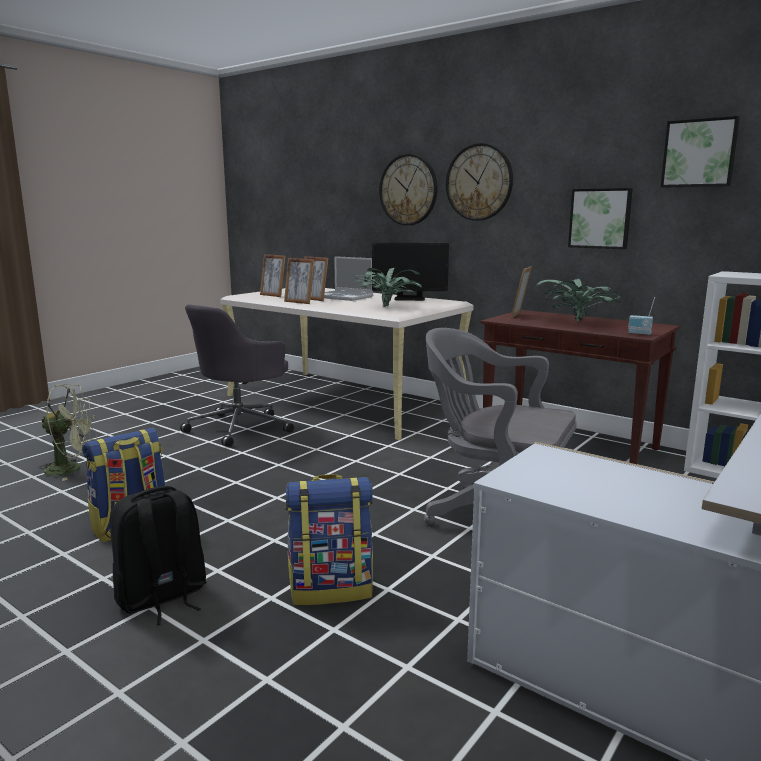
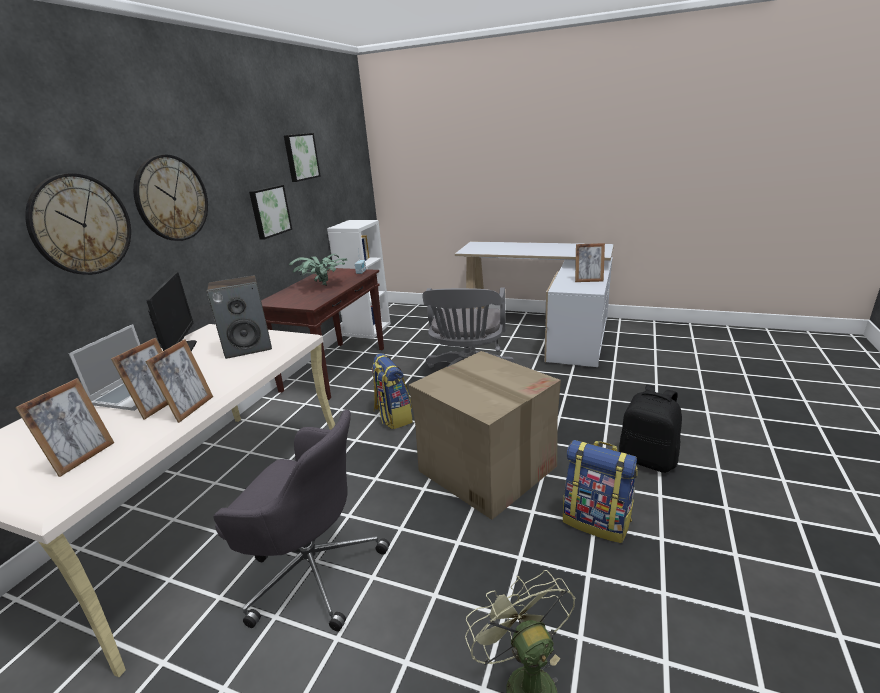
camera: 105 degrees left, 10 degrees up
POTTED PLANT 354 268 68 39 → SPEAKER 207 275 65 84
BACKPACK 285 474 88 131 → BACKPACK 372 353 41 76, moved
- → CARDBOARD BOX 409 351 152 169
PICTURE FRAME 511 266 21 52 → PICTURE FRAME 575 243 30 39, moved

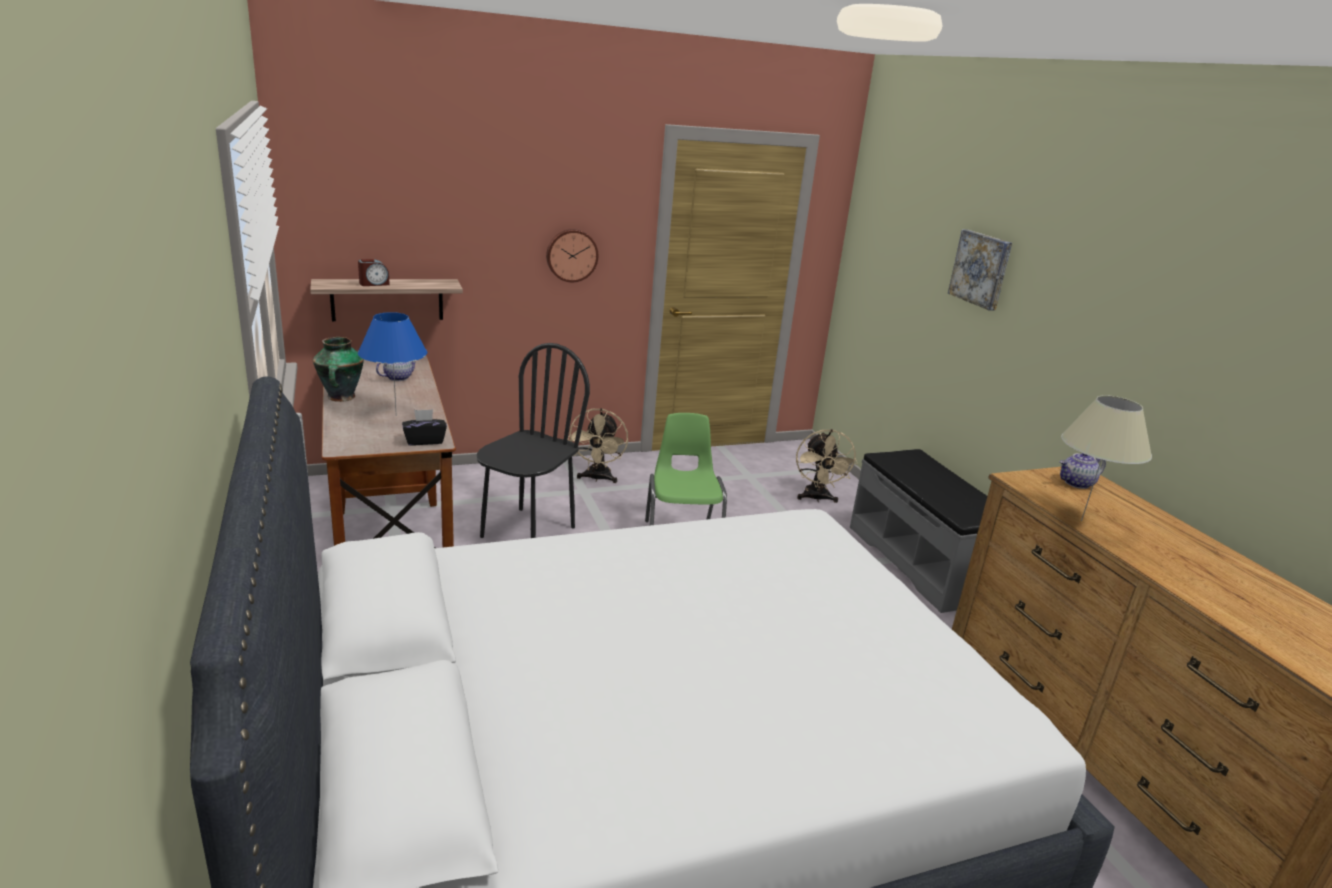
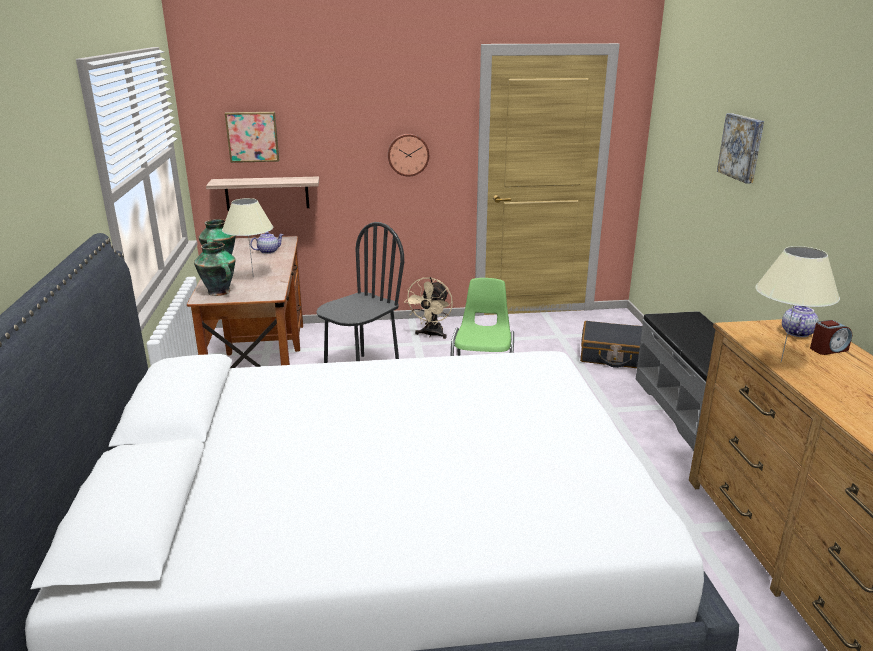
camera: 15 degrees right, 0 degrees up
- → VASE 194 242 41 54
BLUE TABLE LAMP 358 312 69 104 → BEIGE TABLE LAMP 222 198 51 79
- → PICTURE 225 112 54 51
BEIGE FAN 796 429 62 74 → BLACK SUITCASE 580 321 62 47
TEAPOT 1060 453 46 36 → TEAPOT 782 306 37 31, 120 degrees clockwise
ALARM CLOCK 358 259 32 27 → ALARM CLOCK 810 320 42 35, moved
BLACK TISSUE BOX 402 409 45 37 → -

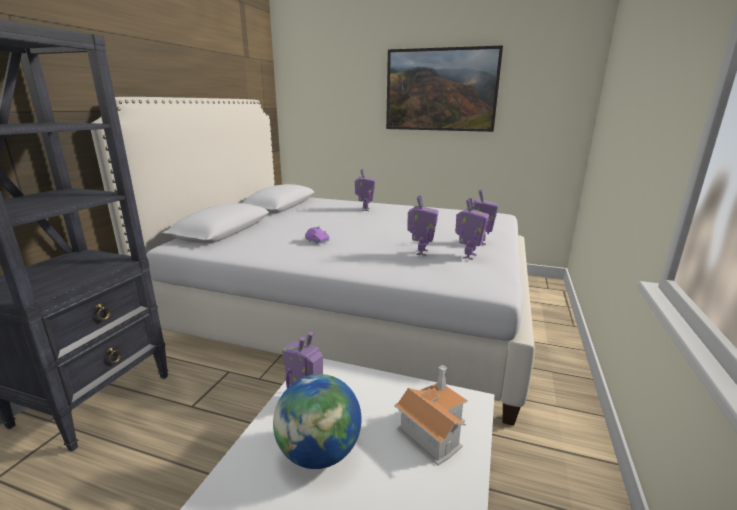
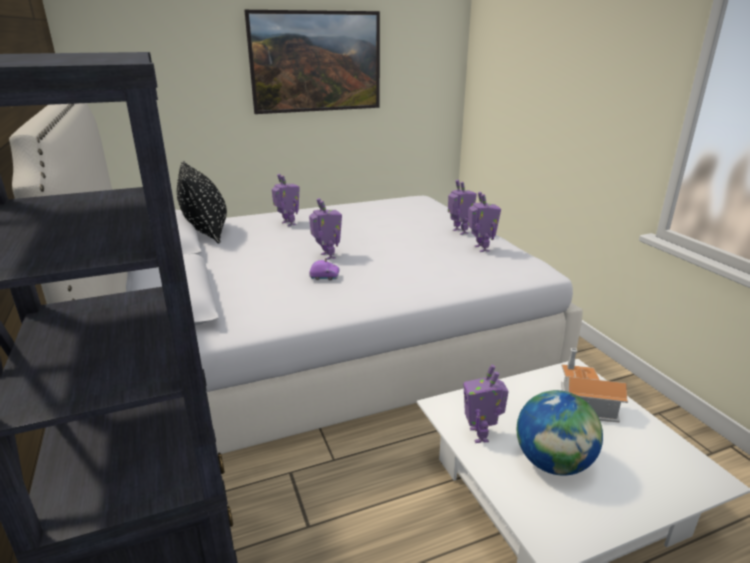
camera: 40 degrees left, 5 degrees up
- → BLACK PILLOW 177 161 50 83
TOY ROBOT 408 195 31 61 → TOY ROBOT 309 198 33 62, moved

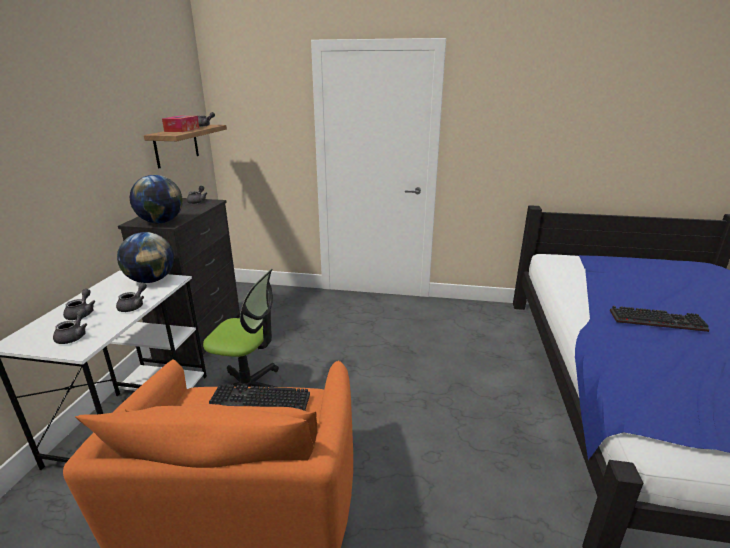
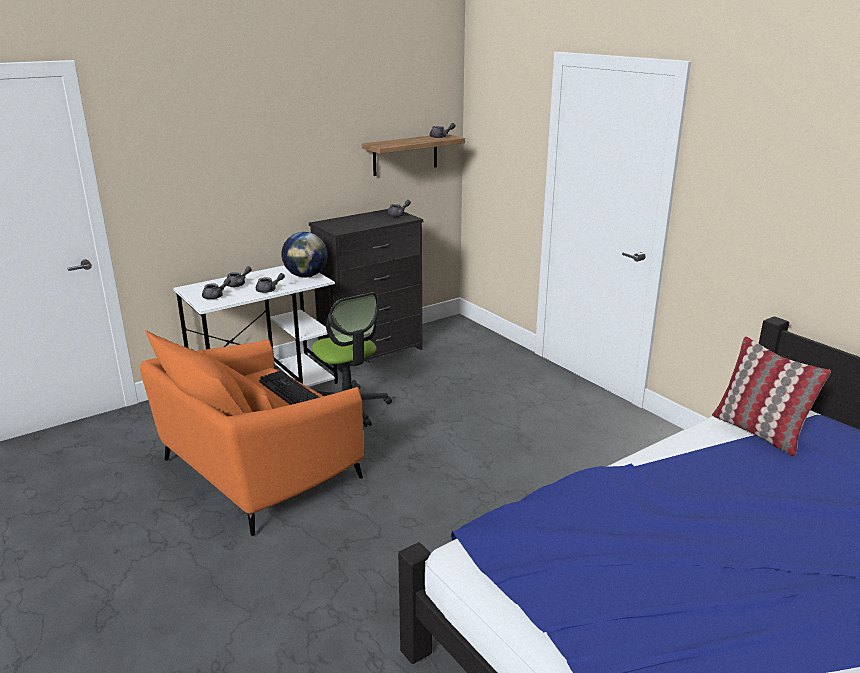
camera: 45 degrees right, 0 degrees up
- → PILLOW 712 336 119 121
GLOBE 130 175 53 48 → -
TISSUE BOX 162 116 37 16 → -
KEYBOARD 610 306 99 26 → -

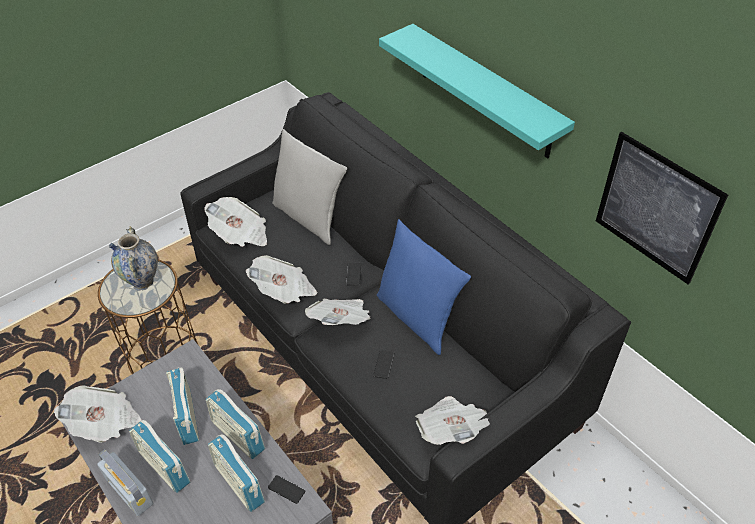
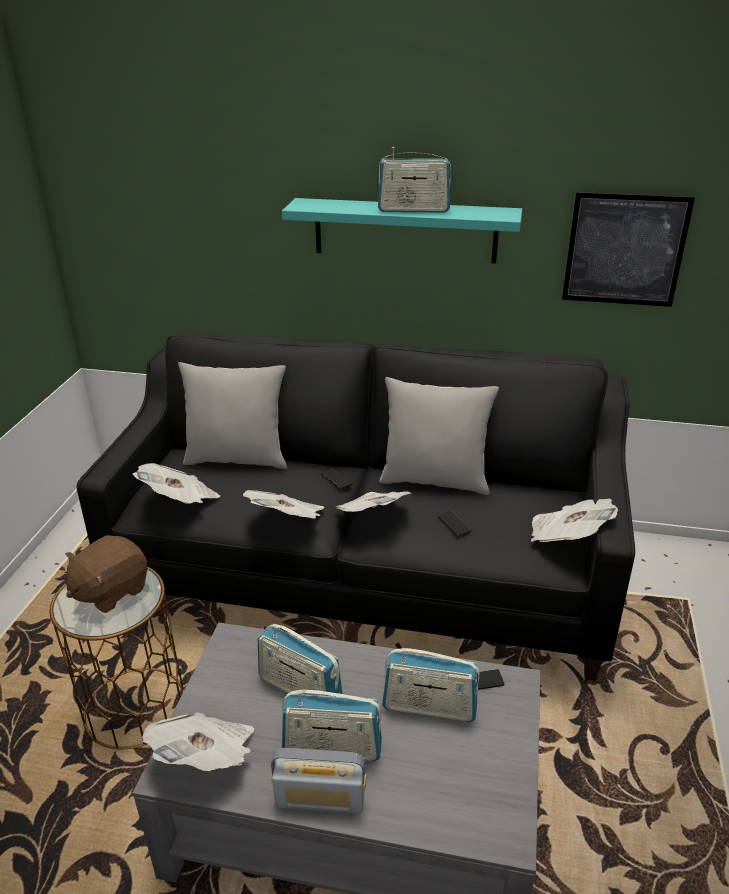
camera: 40 degrees left, 15 degrees down
VASE 109 226 49 65 → BROWN PLUSH TOY 65 535 83 78
RADIO 206 389 59 70 → RADIO 378 147 73 65, moved
BLUE PILLOW 377 219 94 136 → GREY PILLOW 379 377 120 118

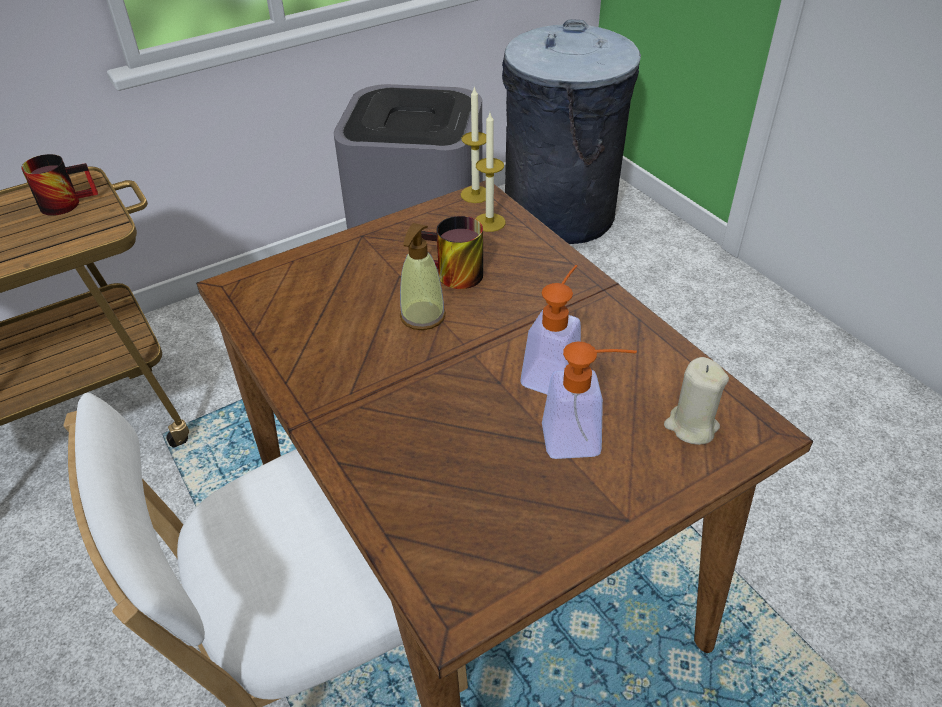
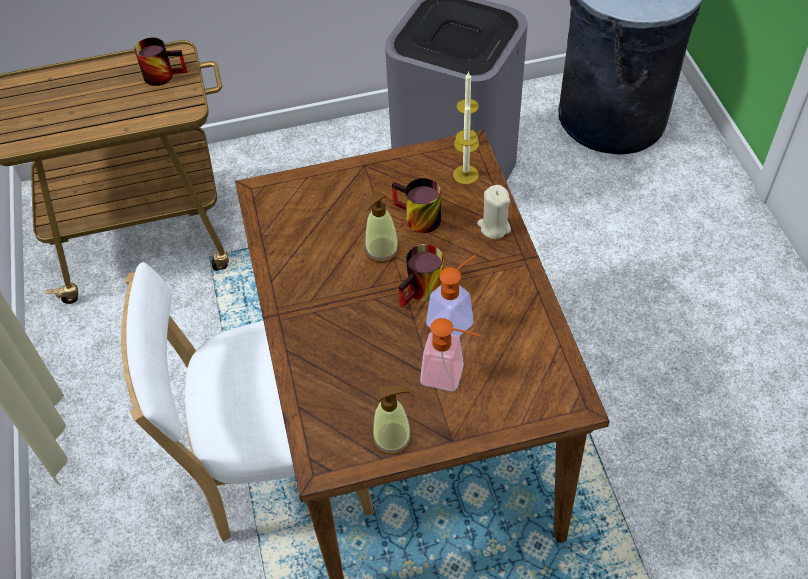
camera: 20 degrees right, 10 degrees up
- → SOAP DISPENSER 372 386 40 69
- → MUG 399 244 45 64
BEIGE CANDLE 664 357 65 88 → BEIGE CANDLE 477 185 34 54, moved

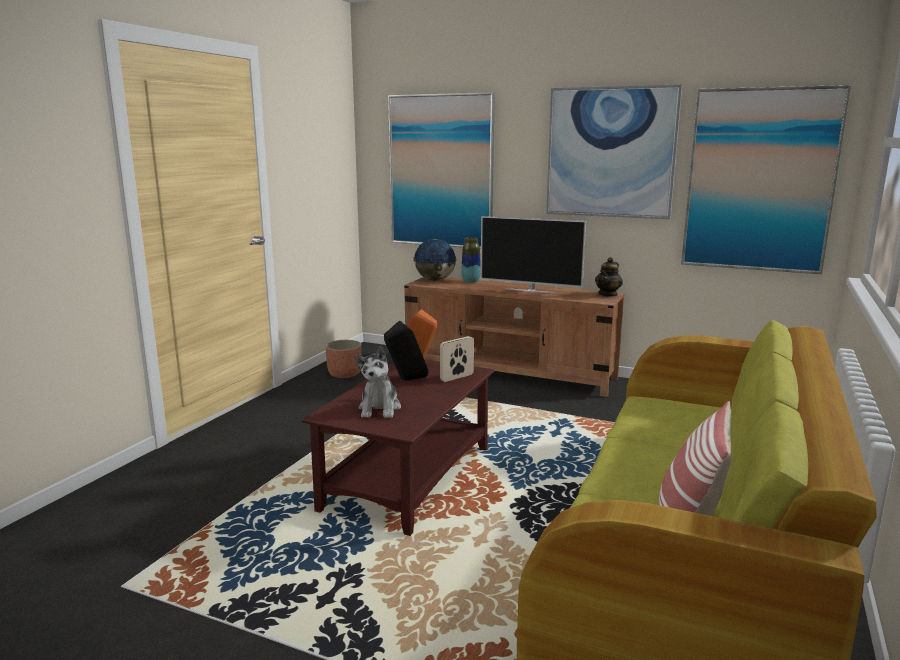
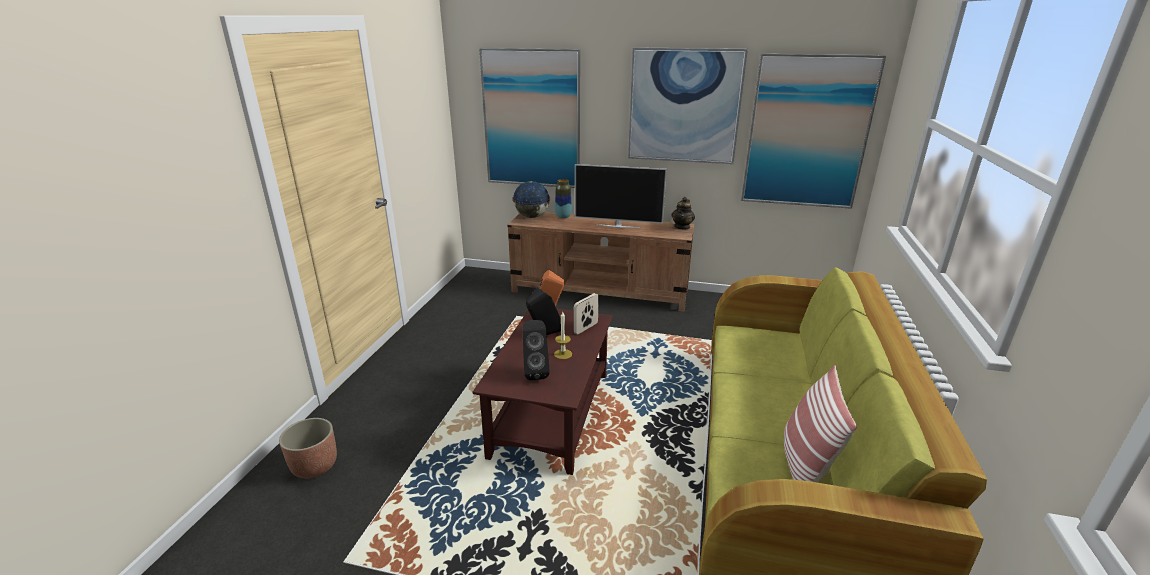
camera: 10 degrees left, 10 degrees up
PLANTER 325 340 37 38 → PLANTER 279 418 58 60, moved
PLUSH TOY 355 346 46 72 → BLACK SPEAKER 523 320 27 60
- → CANDLE 554 312 18 47

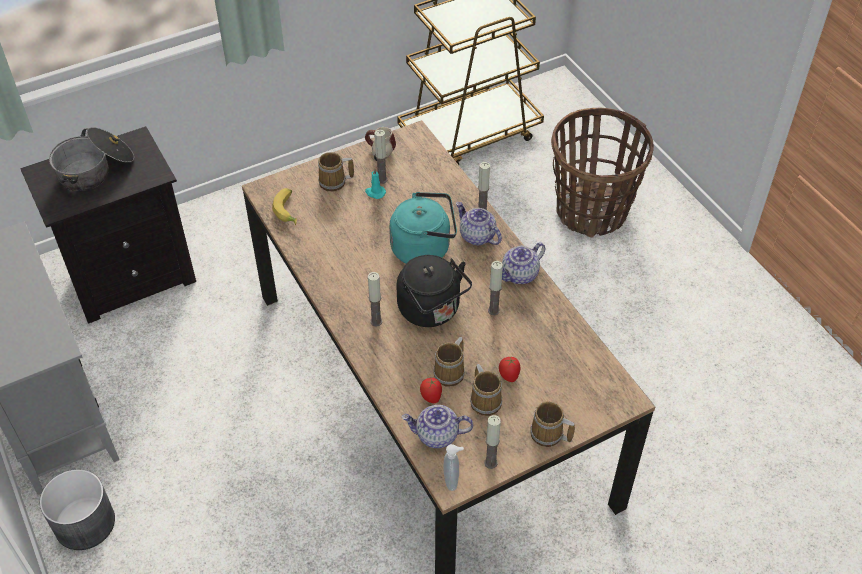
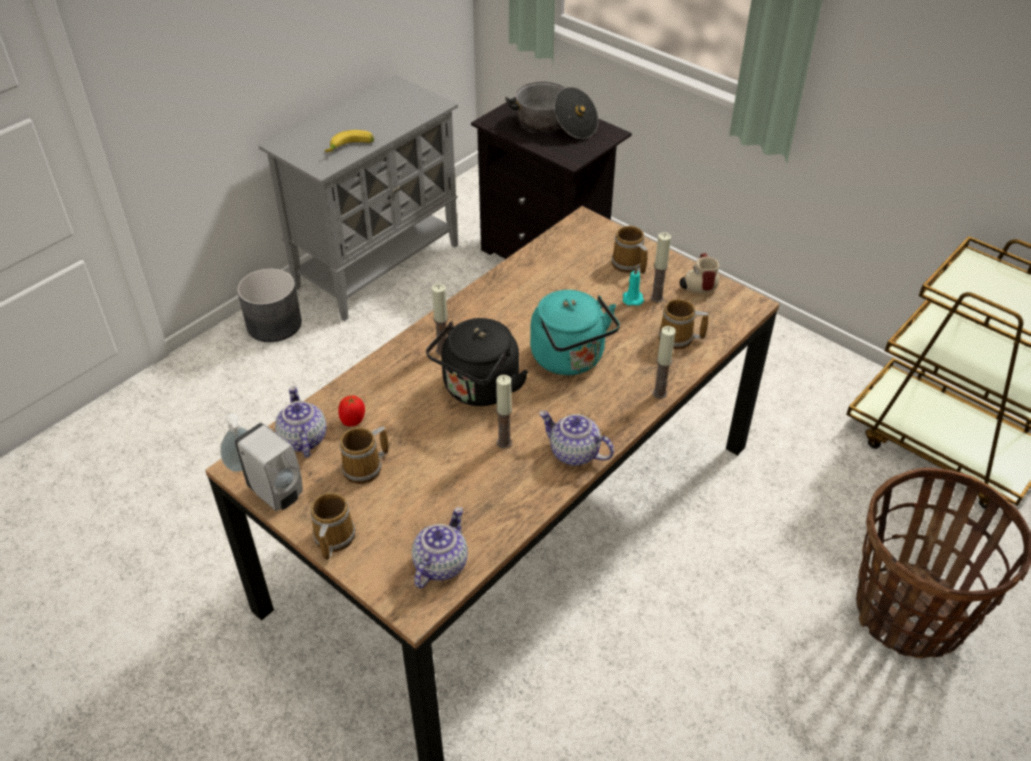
camera: 70 degrees right, 5 degrees down
CANDLE 484 415 17 54 → WHITE SOAP DISPENSER 235 423 68 88
BANANA 272 188 25 37 → BANANA 325 130 49 22, moved
TEAPOT 456 202 46 43 → TEAPOT 412 507 56 81, moved
MUG 433 337 32 50 → MUG 659 299 49 50, moved
TOMATO 499 356 21 26 → -

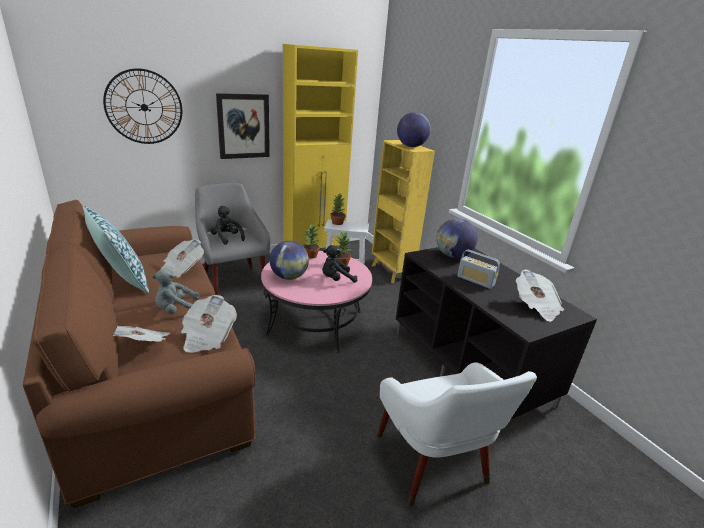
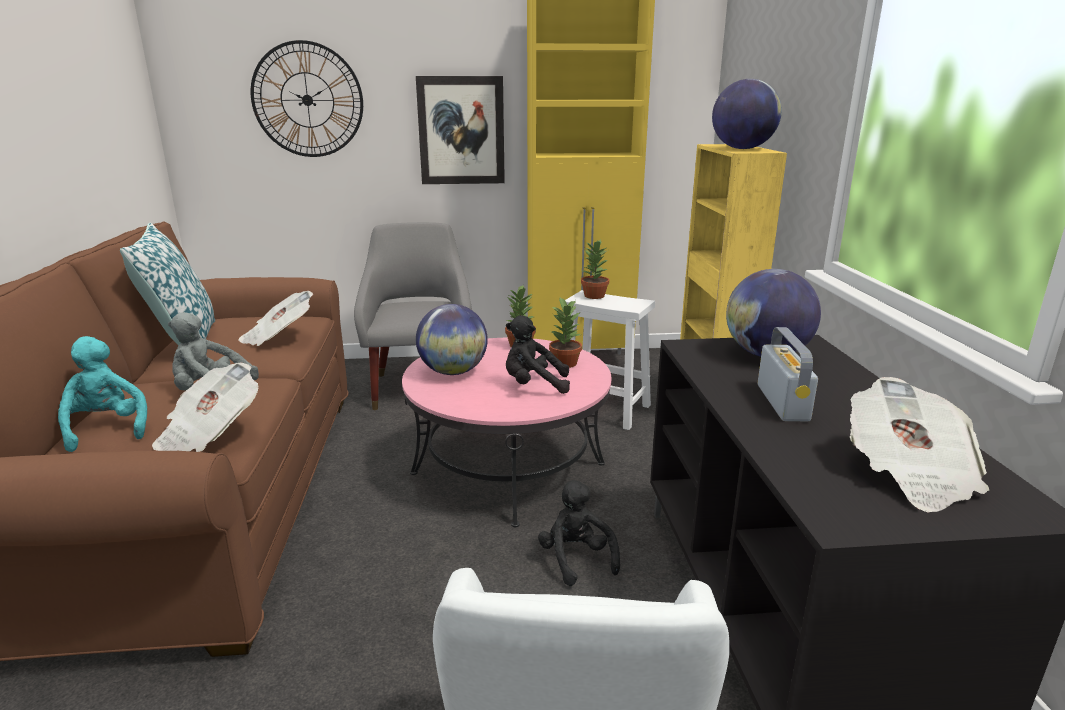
camera: 25 degrees right, 5 degrees down
NEWSPAPER 113 326 57 16 → TURQUOISE PLUSH TOY 58 336 89 116
BLACK PLUSH TOY 210 206 35 39 → BLACK PLUSH TOY 538 480 82 106, moved
RADIO 457 250 43 39 → RADIO 758 327 60 94, 150 degrees counterclockwise

